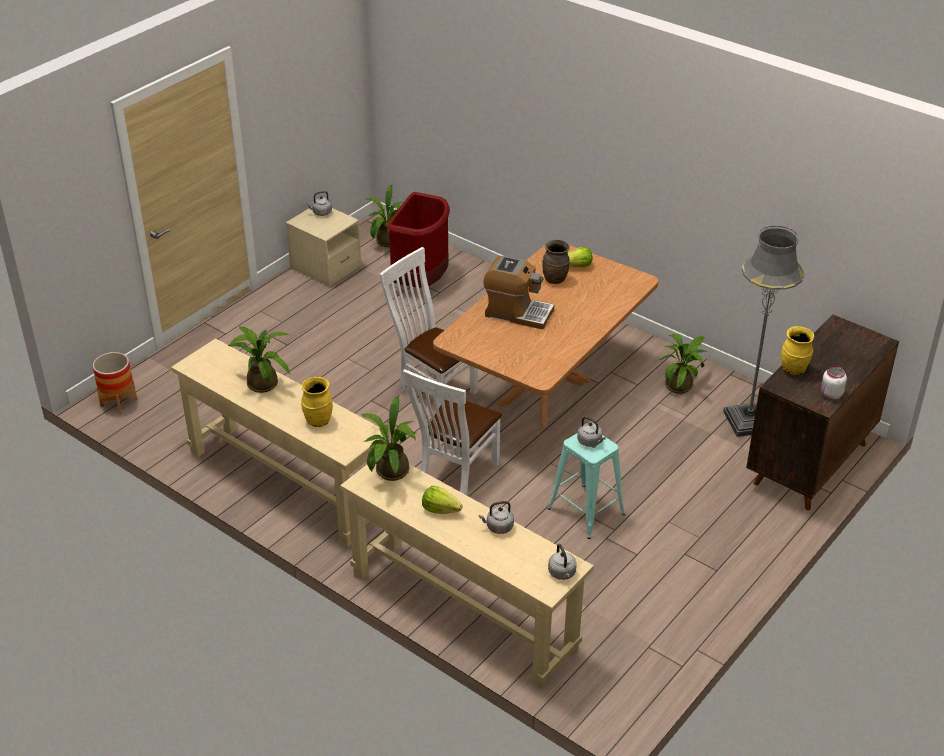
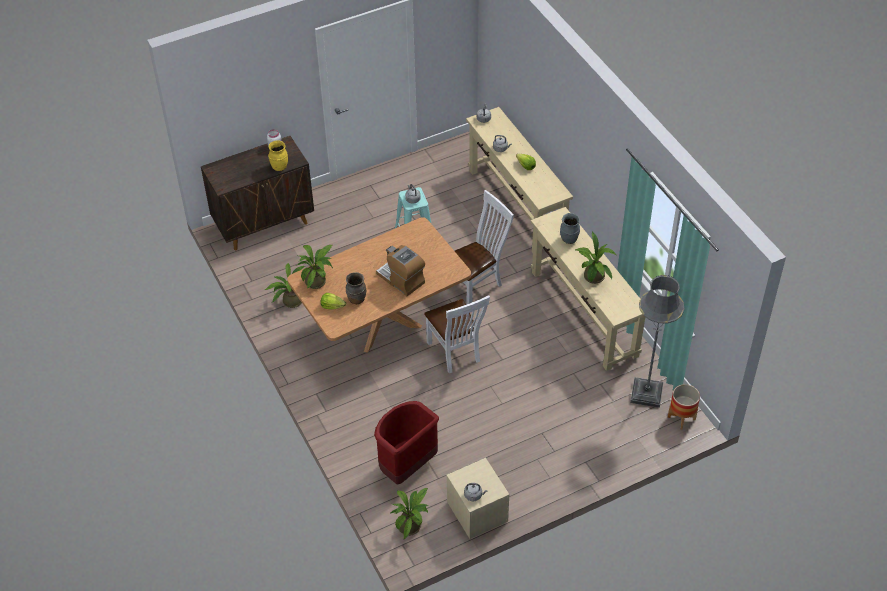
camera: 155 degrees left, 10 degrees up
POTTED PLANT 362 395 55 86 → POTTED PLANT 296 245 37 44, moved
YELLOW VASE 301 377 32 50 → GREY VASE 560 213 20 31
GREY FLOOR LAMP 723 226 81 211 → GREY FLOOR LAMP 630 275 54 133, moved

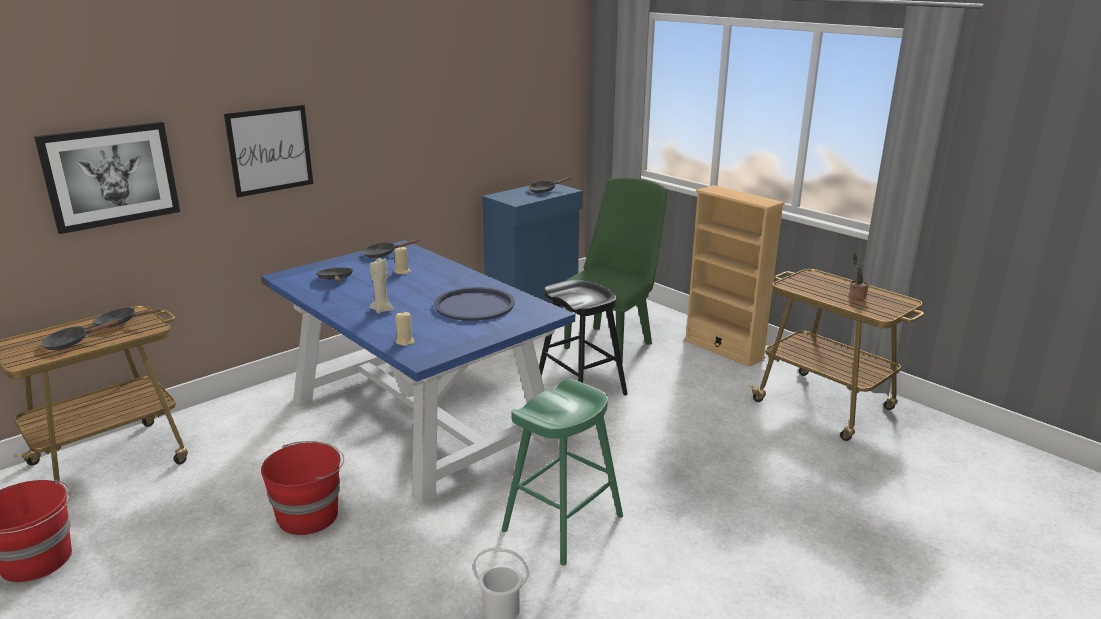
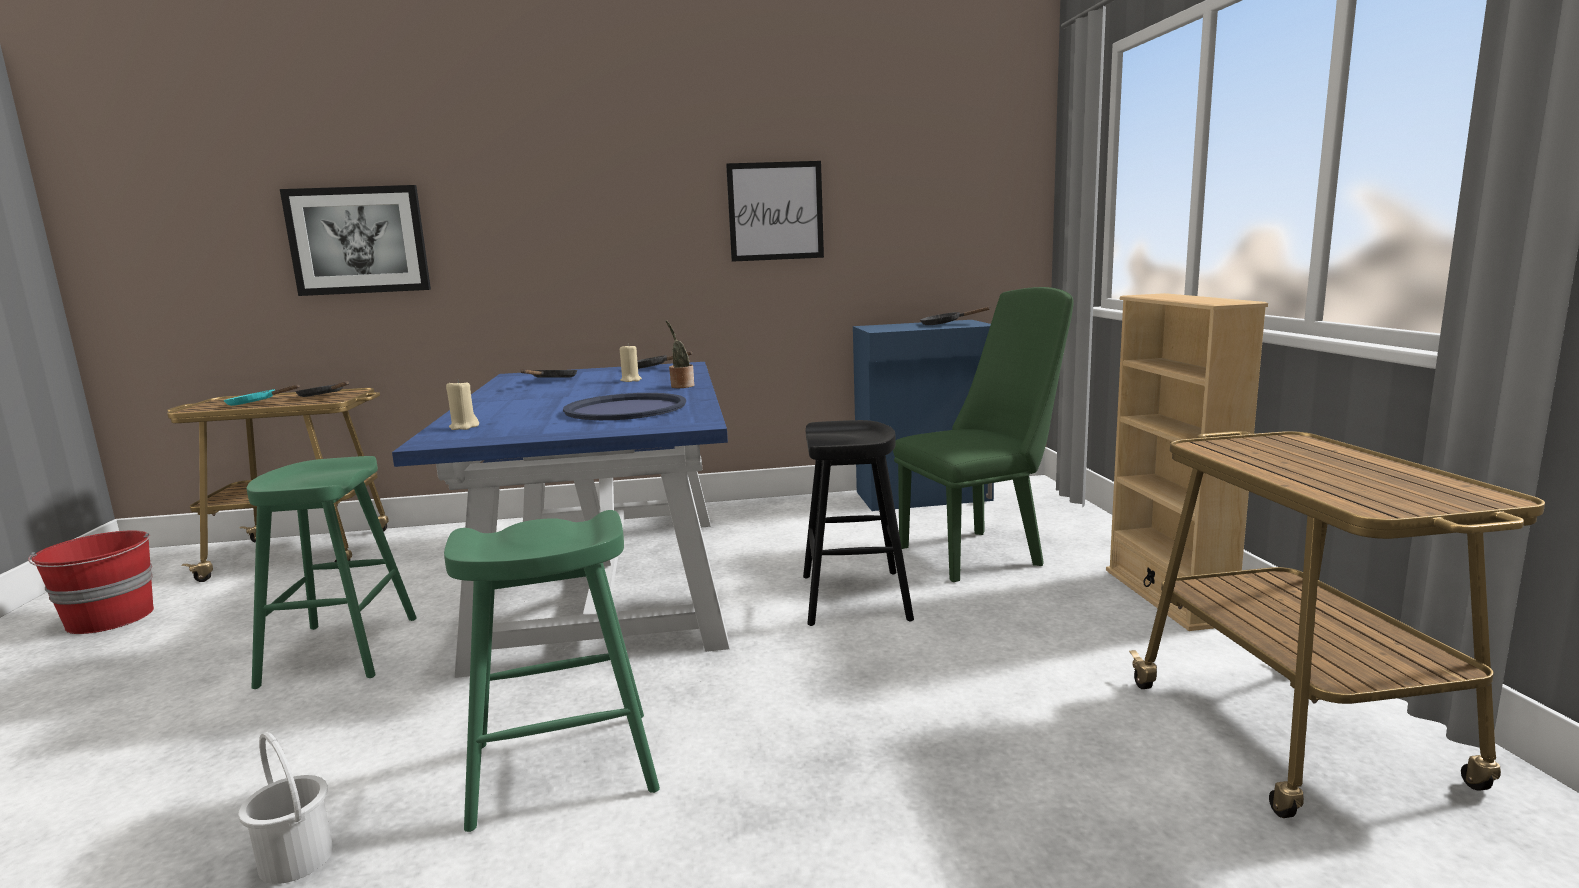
camera: 35 degrees right, 10 degrees down
BLACK FRYING PAN 41 319 78 31 → TURQUOISE FRYING PAN 224 384 76 22
RED BUCKET 261 441 83 94 → GREEN STOOL 247 456 170 233
POTTED PLANT 849 253 20 47 → POTTED PLANT 666 320 28 68, moved
PICTURE 224 105 89 92 → PICTURE 726 161 98 101, moved
BEIGE CANDLE 369 257 25 57 → -

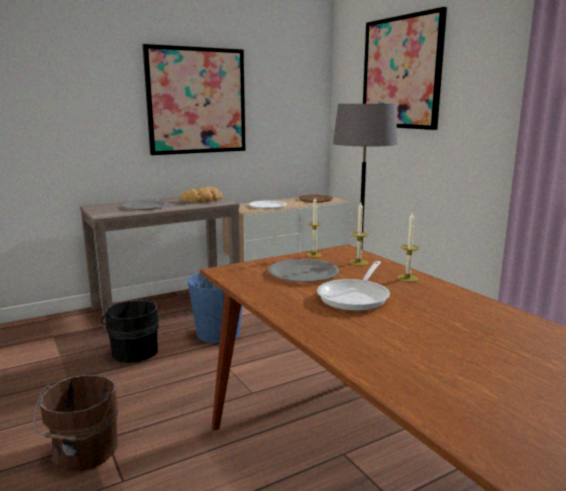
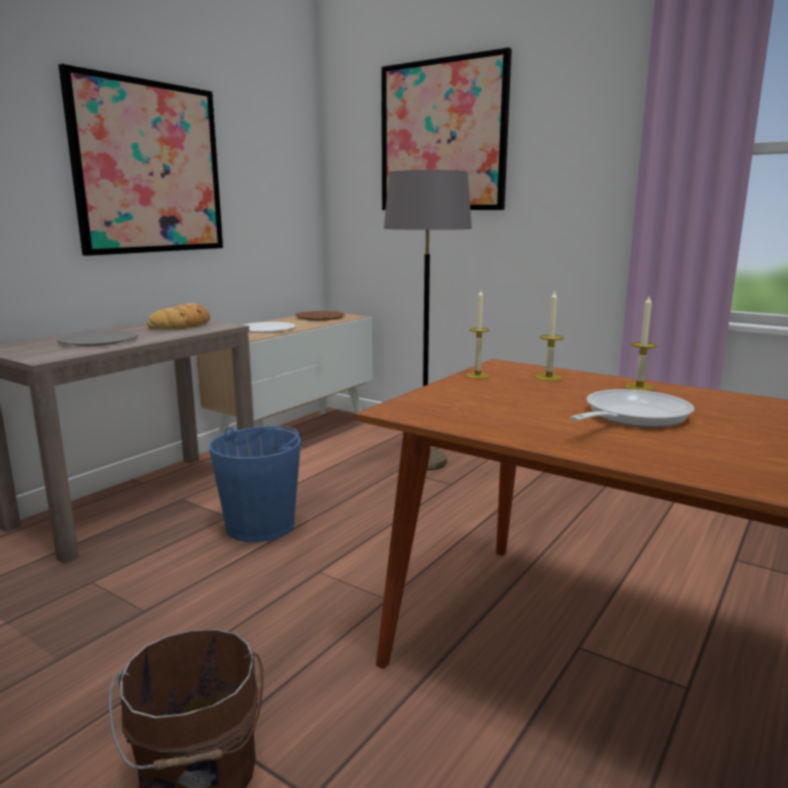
camera: 25 degrees left, 0 degrees up
FRYING PAN 317 261 73 50 → FRYING PAN 570 389 124 39, 135 degrees counterclockwise
BLACK BUCKET 101 300 58 63 → -
GREY PLATE 268 259 71 23 → -

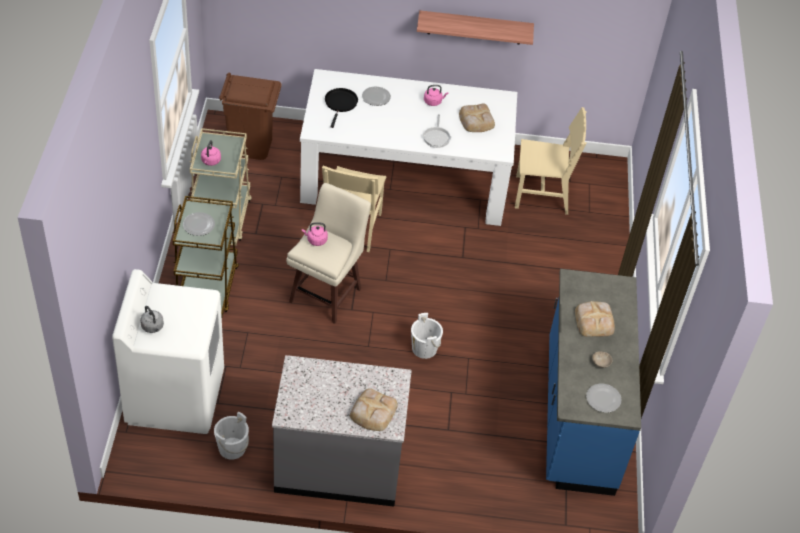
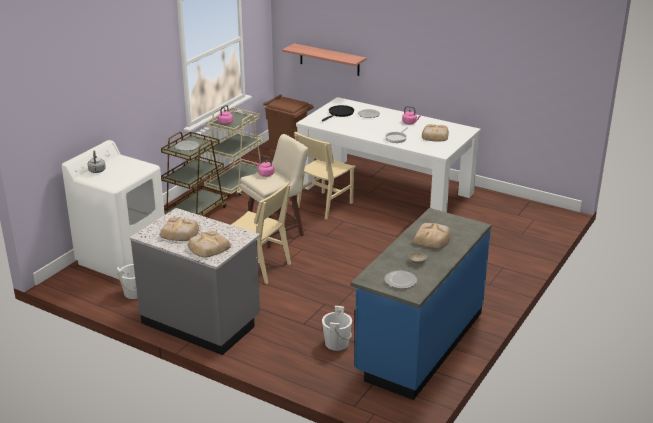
camera: 30 degrees right, 20 degrees down
- → BREAD 160 218 39 23
BEIGE CHAIR 515 107 72 108 → BEIGE CHAIR 231 182 60 102, moved
SHELF 417 10 117 35 → SHELF 282 43 84 33, moved
WHITE BUCKET 411 313 32 46 → WHITE BUCKET 322 306 30 45, moved

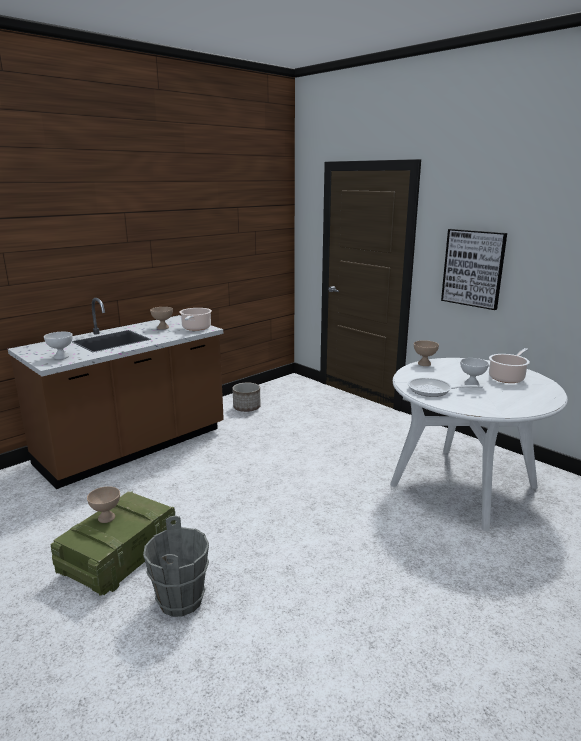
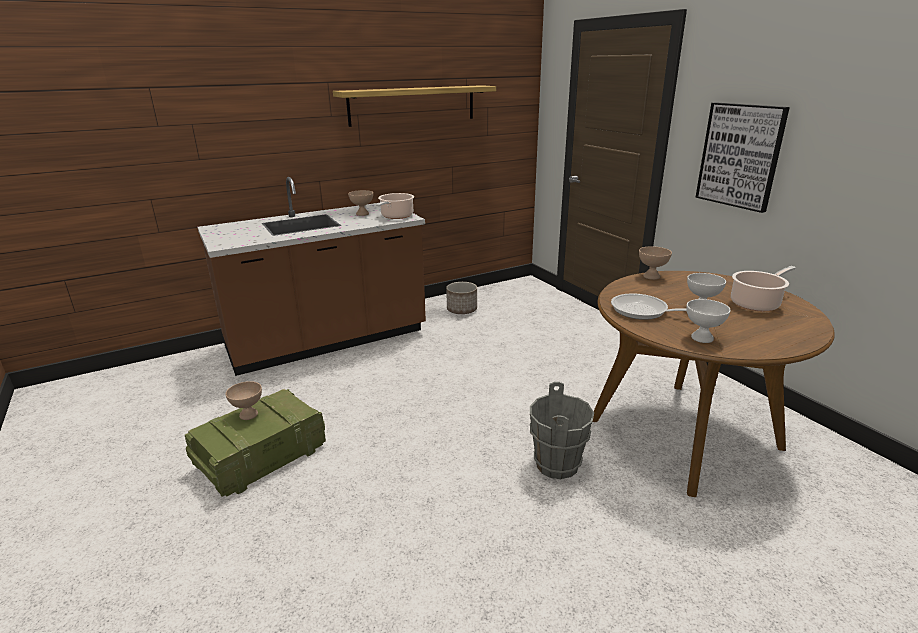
camera: 15 degrees right, 5 degrees up
- → SHELF 333 85 163 42
GREY BUCKET 143 515 66 102 → GREY BUCKET 530 382 64 97, moved
WHITE DINING TABLE 390 358 178 173 → BROWN DINING TABLE 593 271 242 226
WHITE BOWL 44 332 29 27 → WHITE BOWL 687 299 44 44, moved

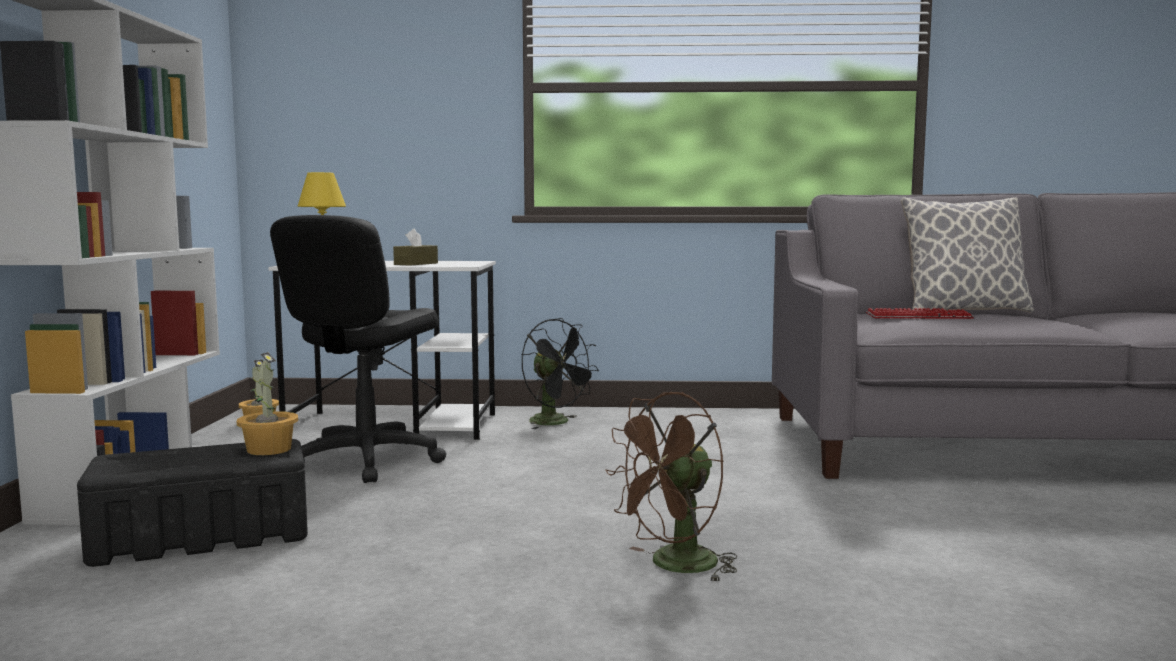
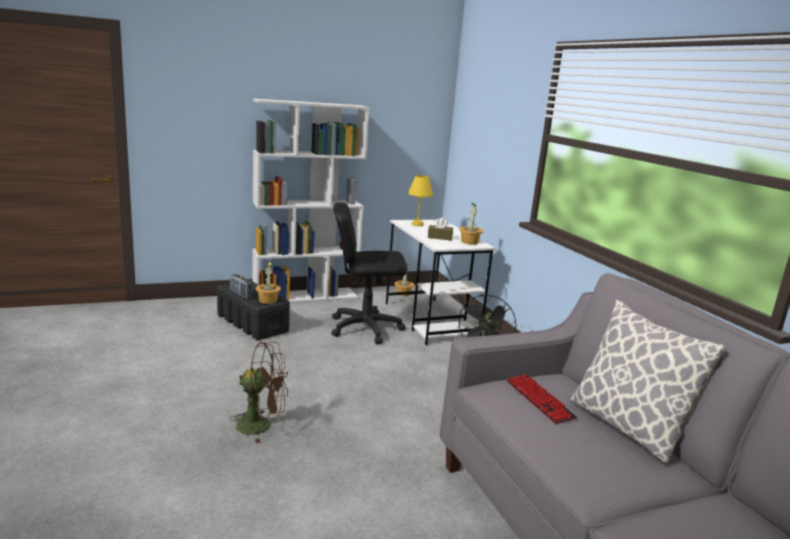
camera: 65 degrees right, 10 degrees up
BROWN FAN 605 392 132 191 → BROWN FAN 229 342 59 101, 150 degrees clockwise
- → RADIO 230 274 23 25
- → POTTED PLANT 459 203 24 42

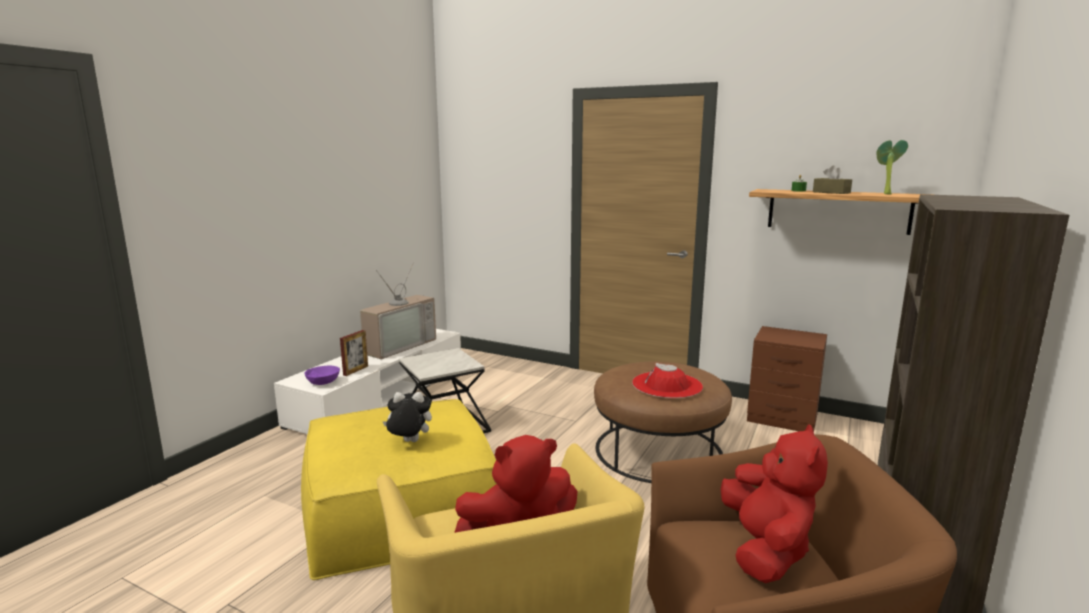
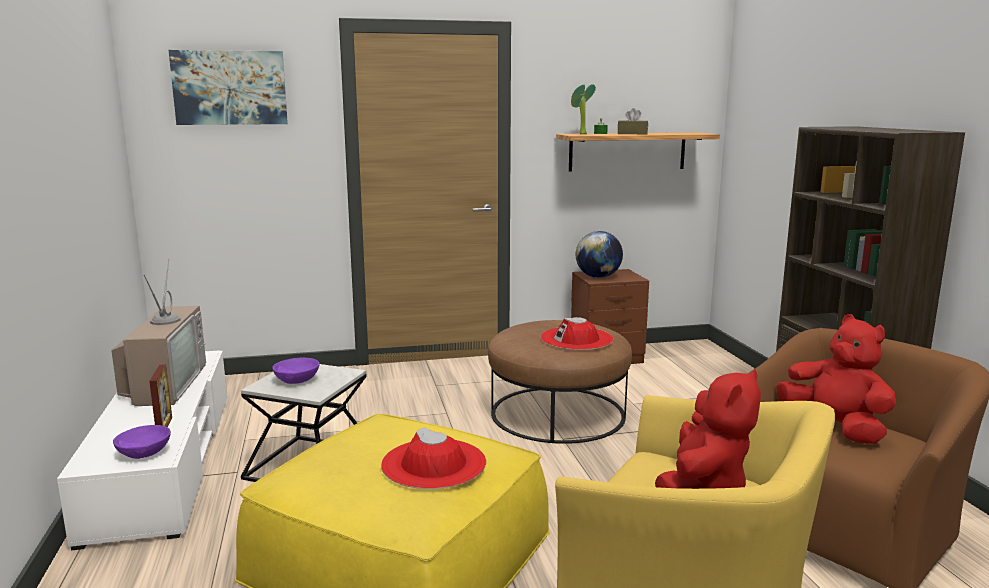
camera: 40 degrees left, 0 degrees up
- → PICTURE 169 50 119 75
- → PURPLE BOWL 272 358 48 26
PLUSH TOY 382 392 50 50 → RED HAT 381 427 105 62
POTTED PLANT 876 140 32 55 → POTTED PLANT 571 84 25 50, moved
- → GLOBE 576 231 47 47

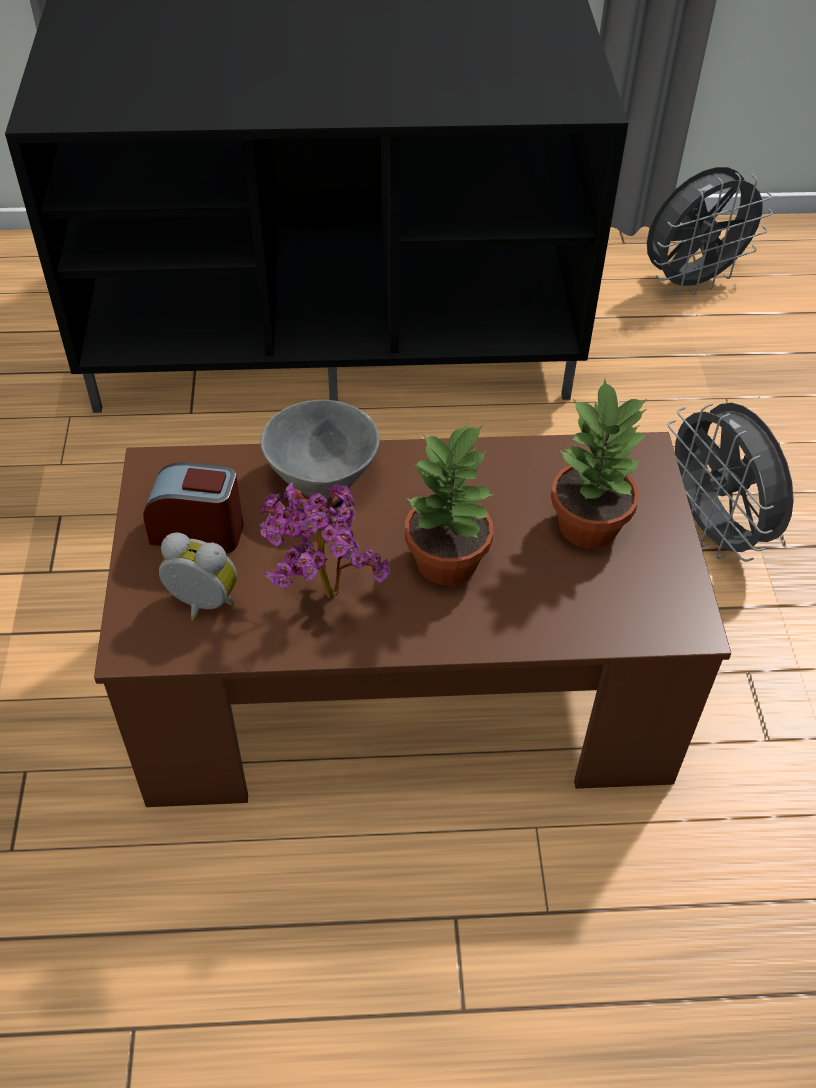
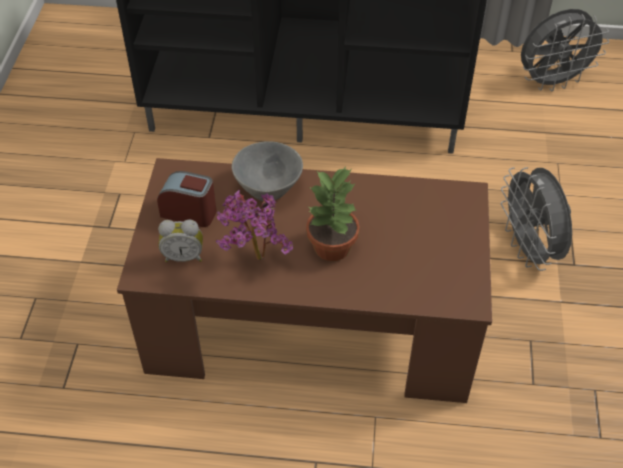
camera: 10 degrees right, 0 degrees up
ALARM CLOCK 159 533 78 88 → ALARM CLOCK 158 220 45 42, 150 degrees clockwise
POTTED PLANT 551 379 98 170 → -

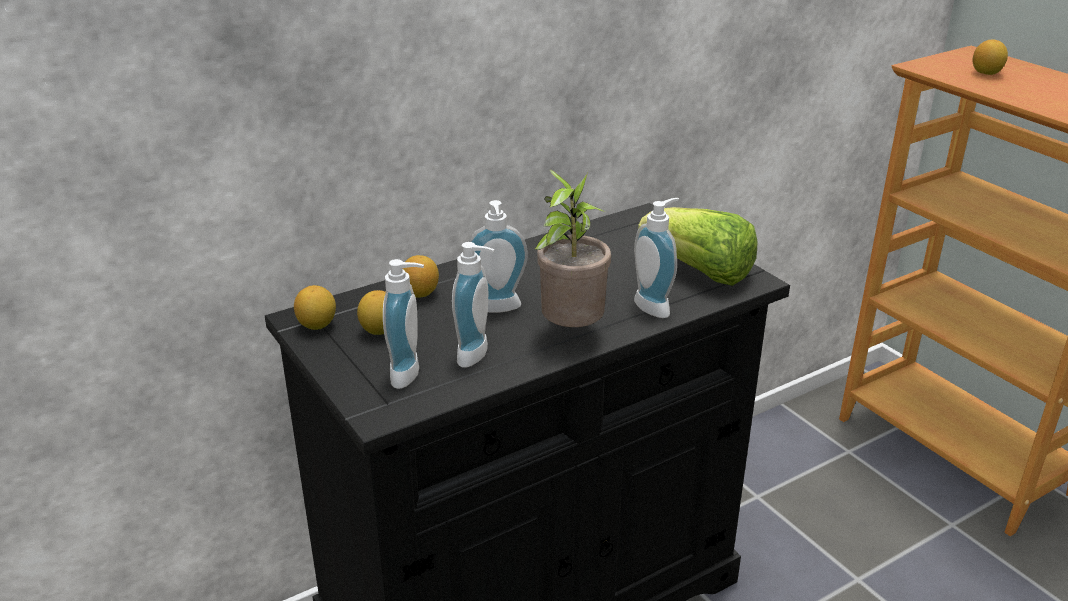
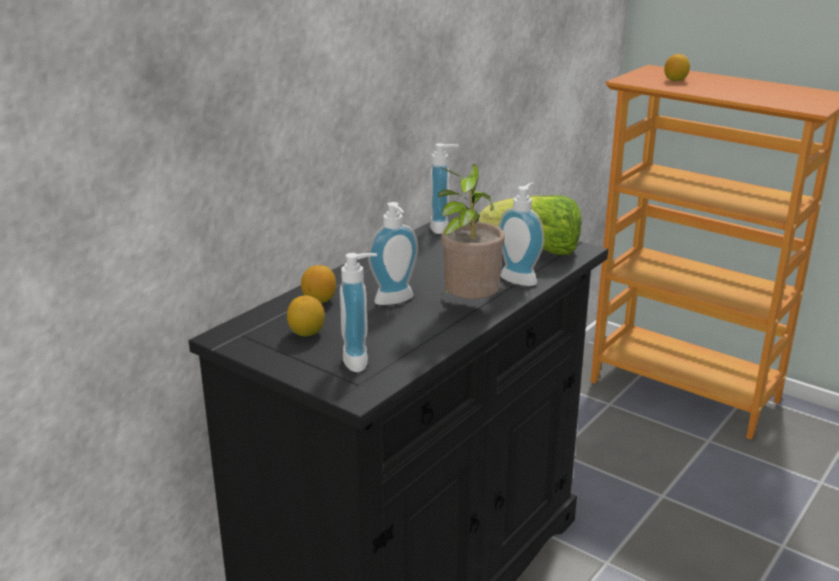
camera: 20 degrees left, 5 degrees down
SOAP DISPENSER 452 242 42 126 → SOAP DISPENSER 430 143 29 91, moved
LEMON 294 285 42 45 → -

